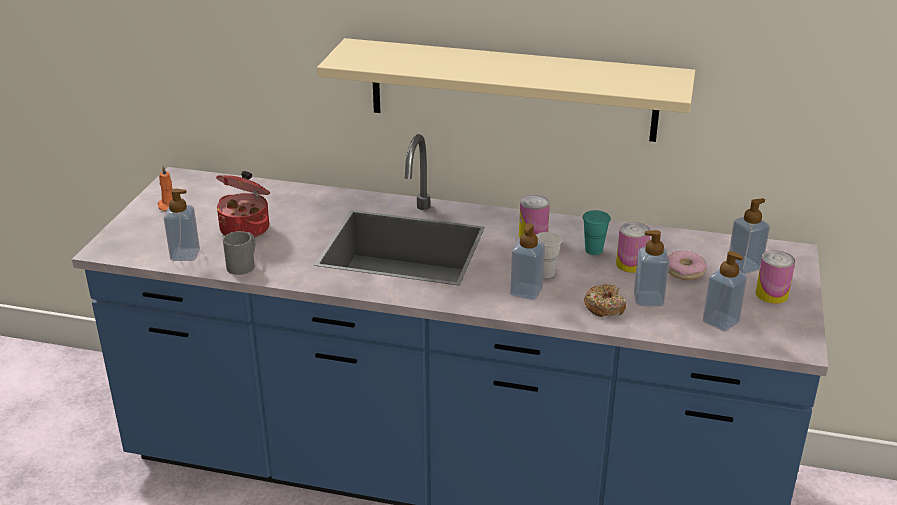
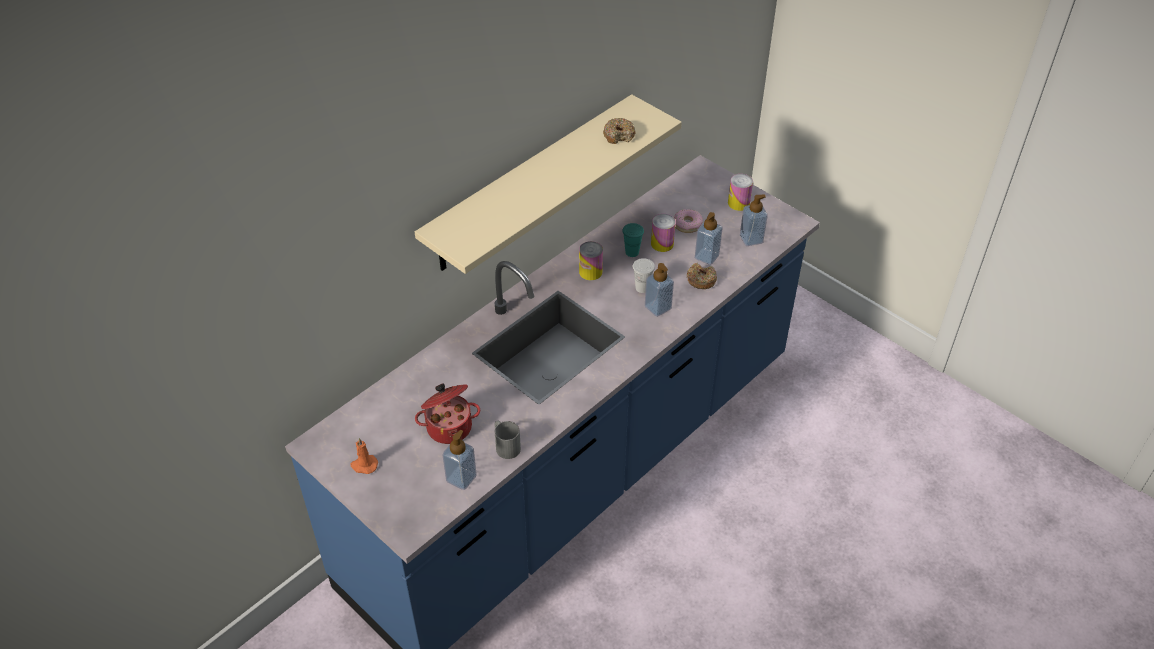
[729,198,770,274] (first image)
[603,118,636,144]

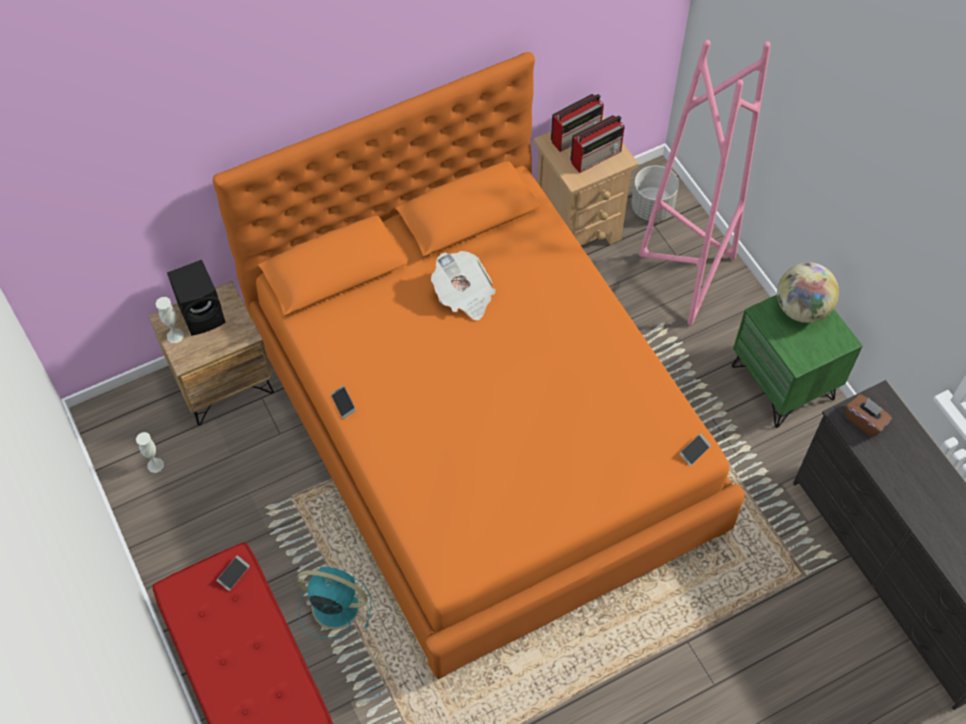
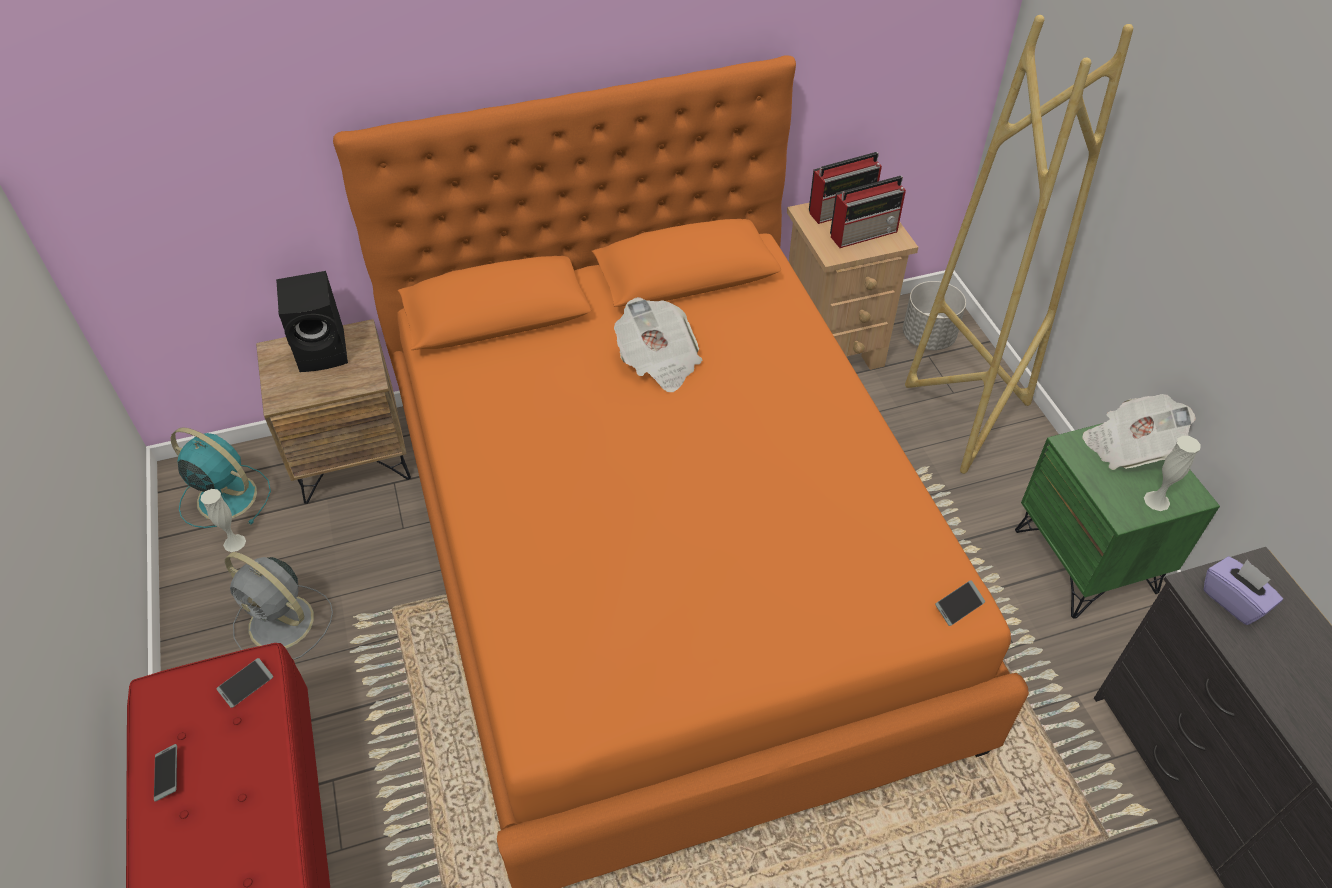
[225,552,333,660]
[1144,436,1201,511]
[171,428,271,528]
[154,744,177,801]
[1082,394,1196,470]
[905,15,1133,474]
[1203,556,1283,625]

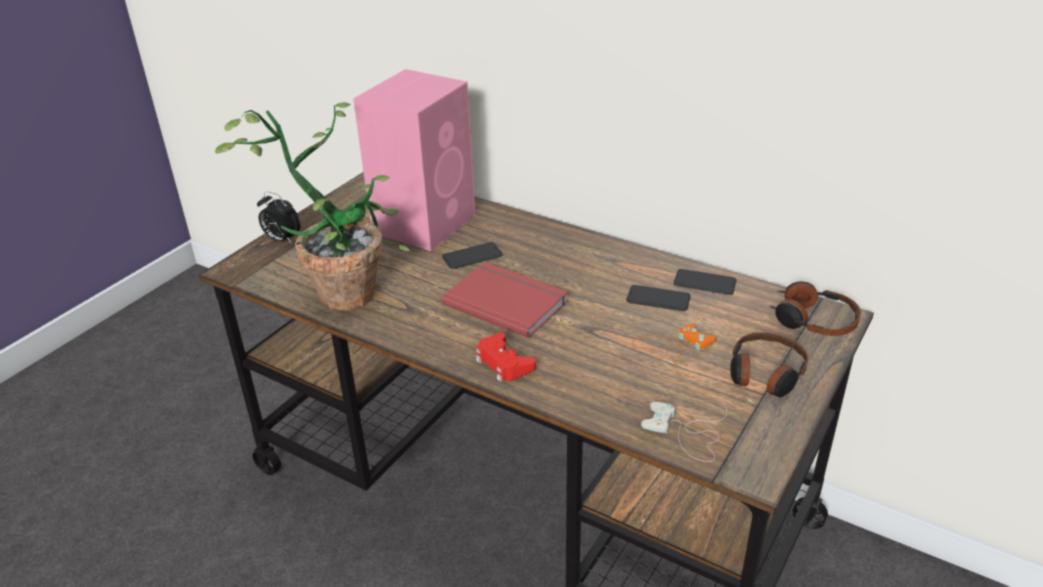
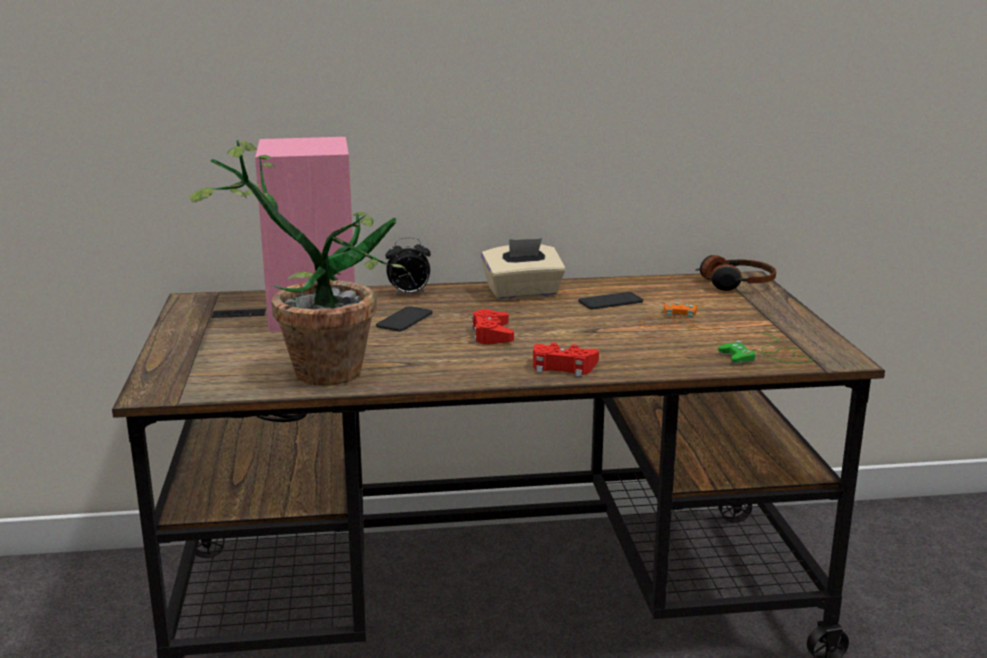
[674,269,737,295] (first image)
[730,332,808,398] (first image)
[481,238,566,300]
[385,237,431,295]
[471,309,514,345]
[718,333,812,364]

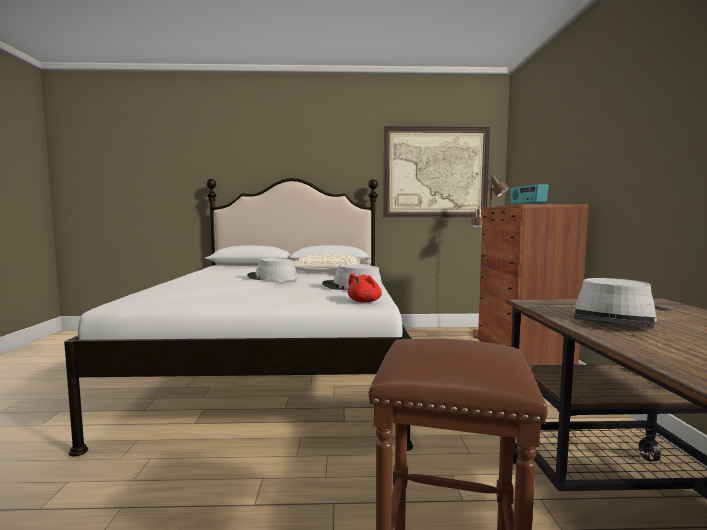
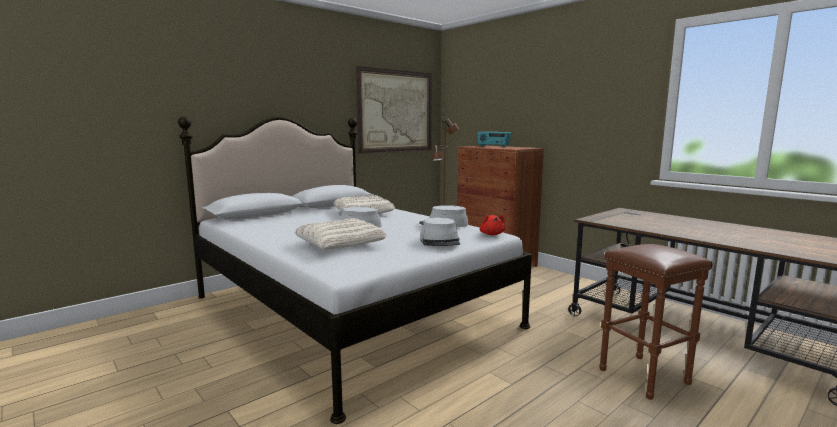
[295,218,387,250]
[420,217,460,246]

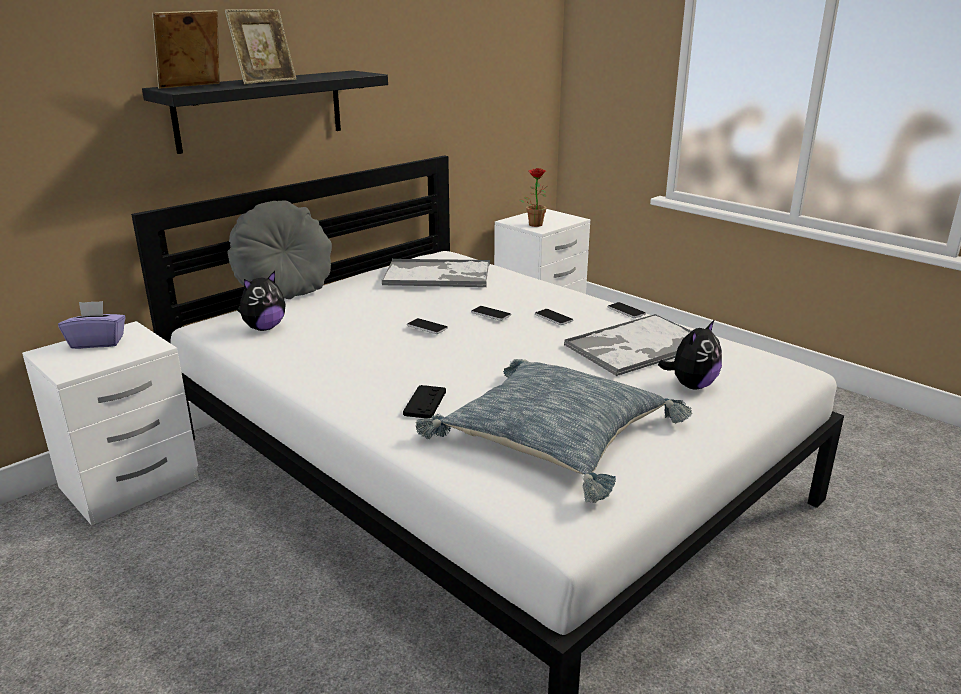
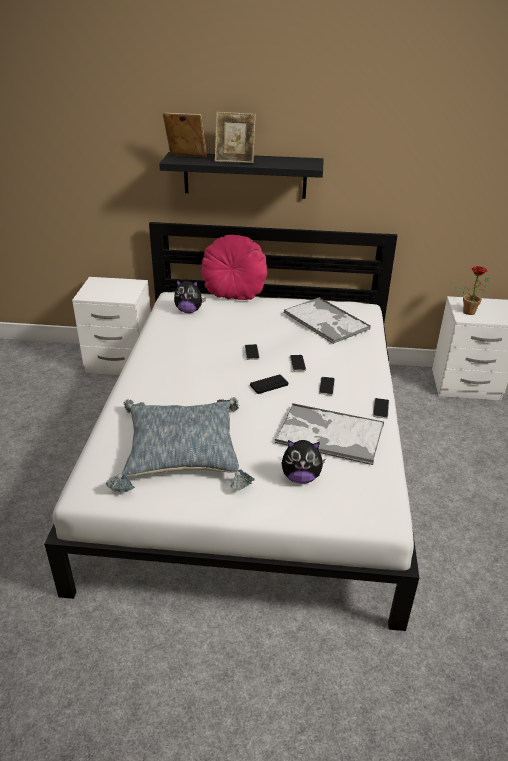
[58,301,126,349] (first image)
[250,374,288,394]
[202,235,267,300]

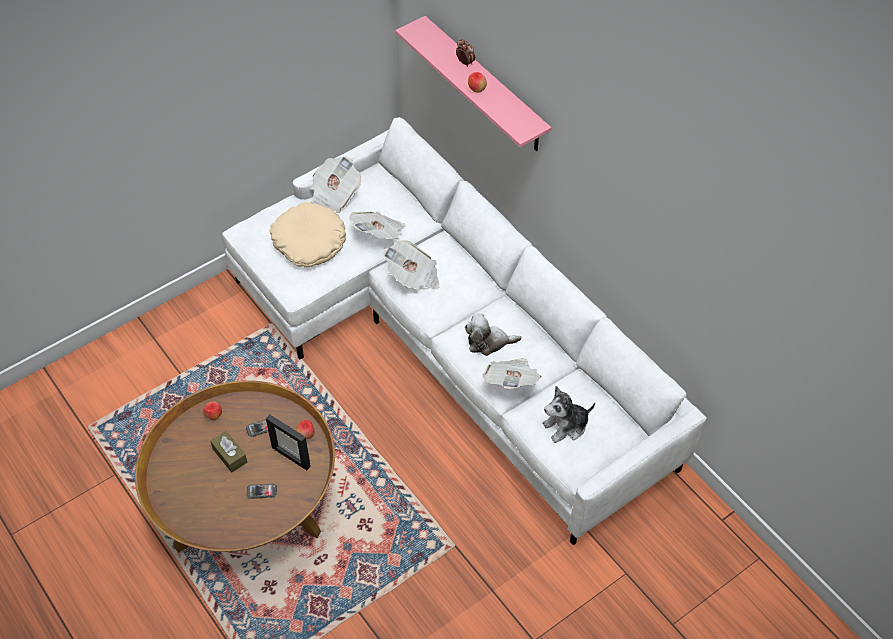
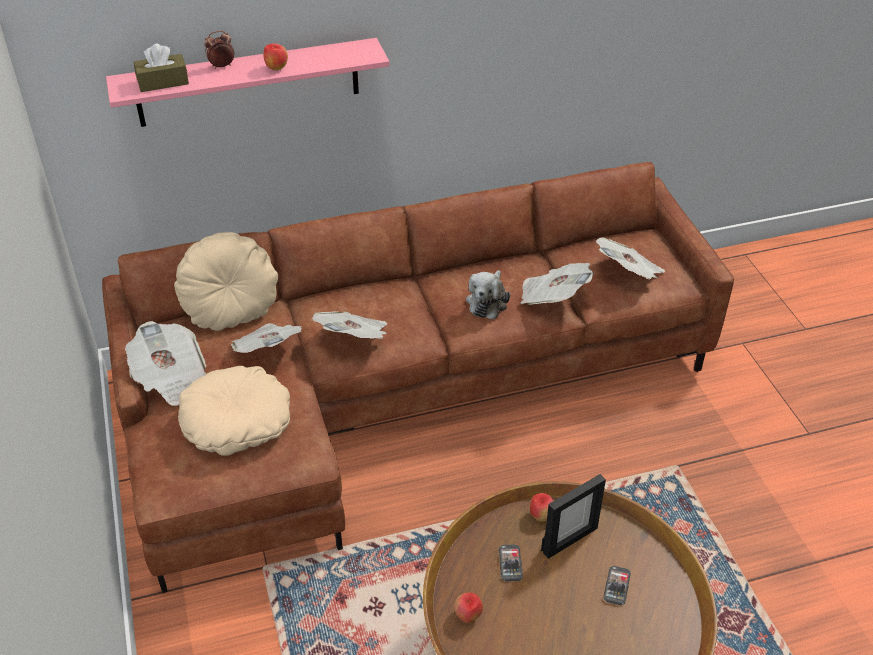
[174,232,278,331]
[134,43,189,92]
[596,238,665,279]
[102,162,734,593]

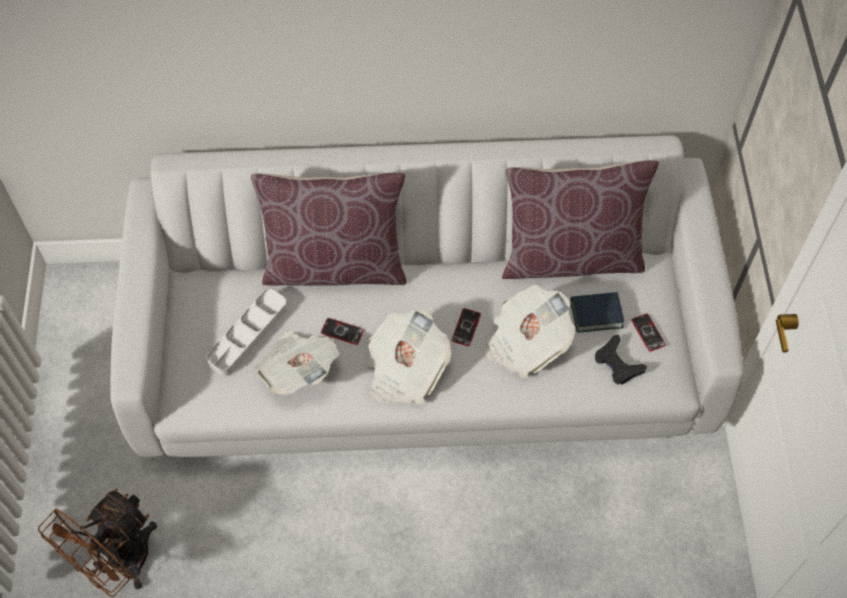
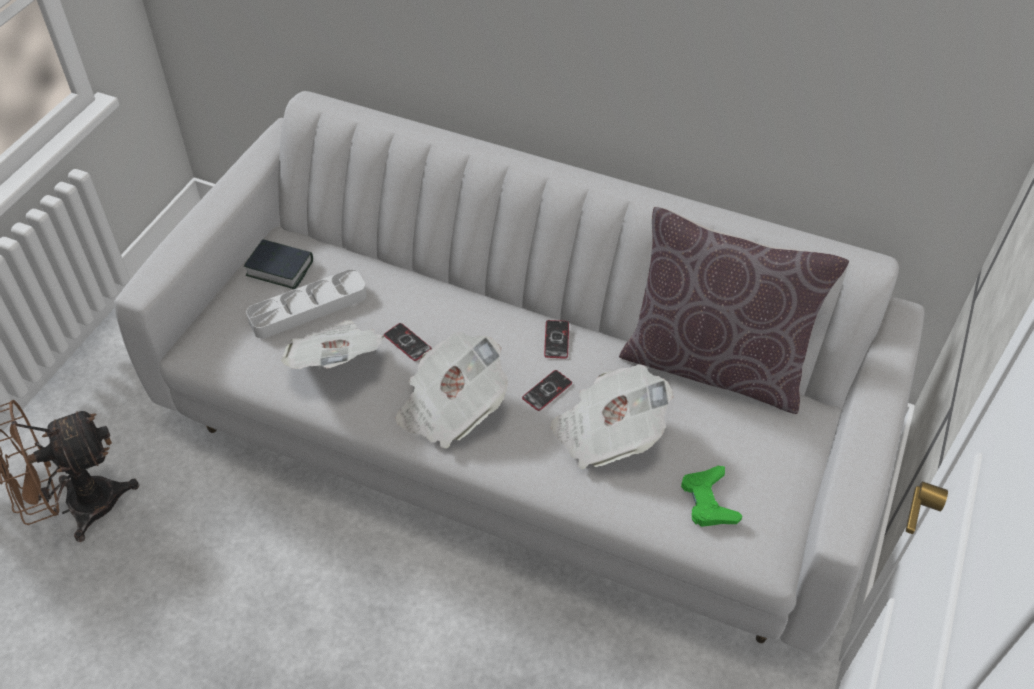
[251,172,407,286] (first image)
[244,239,313,289]
[544,320,569,359]
[681,466,742,527]

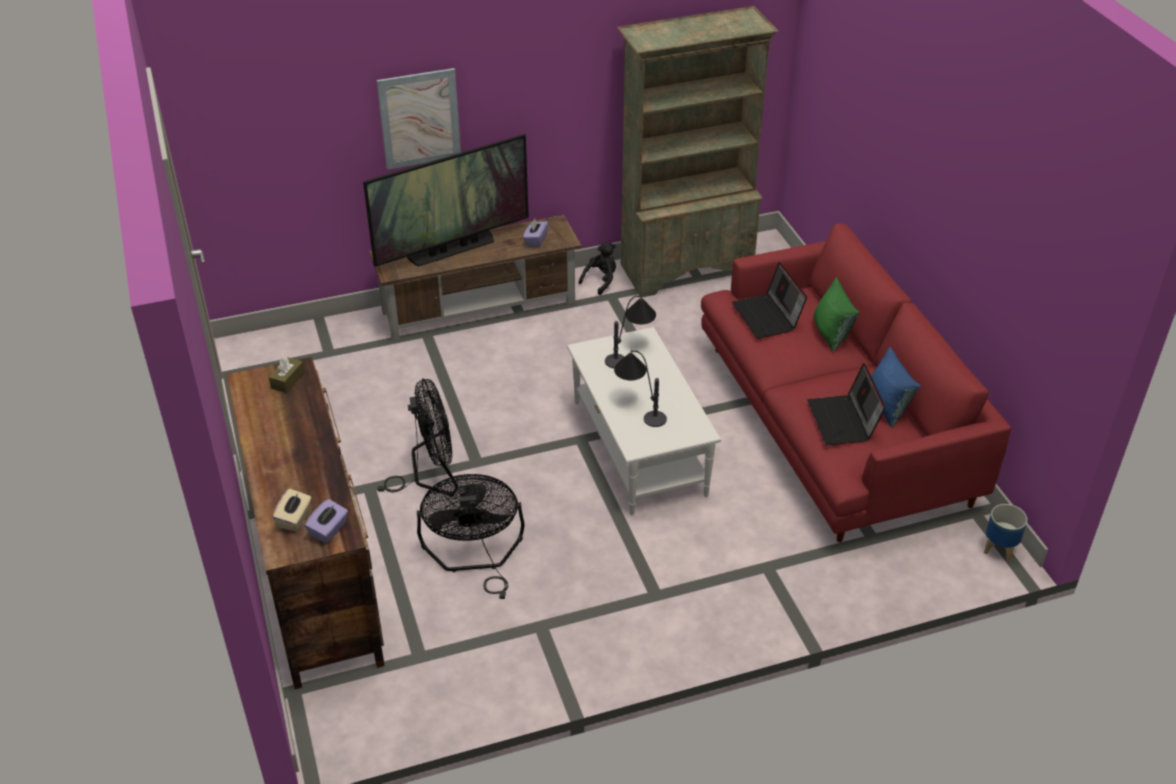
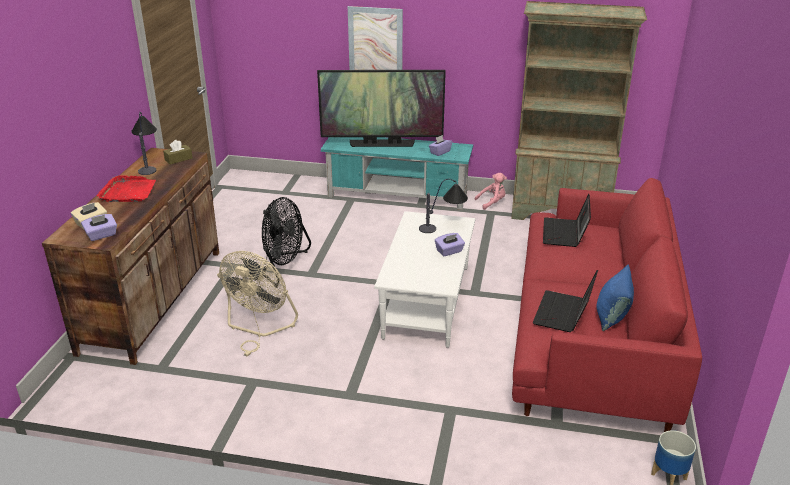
[813,277,859,352] (first image)
[96,176,156,202]
[435,233,465,256]
[131,112,157,175]
[321,137,473,210]
[217,251,298,356]
[475,173,507,210]

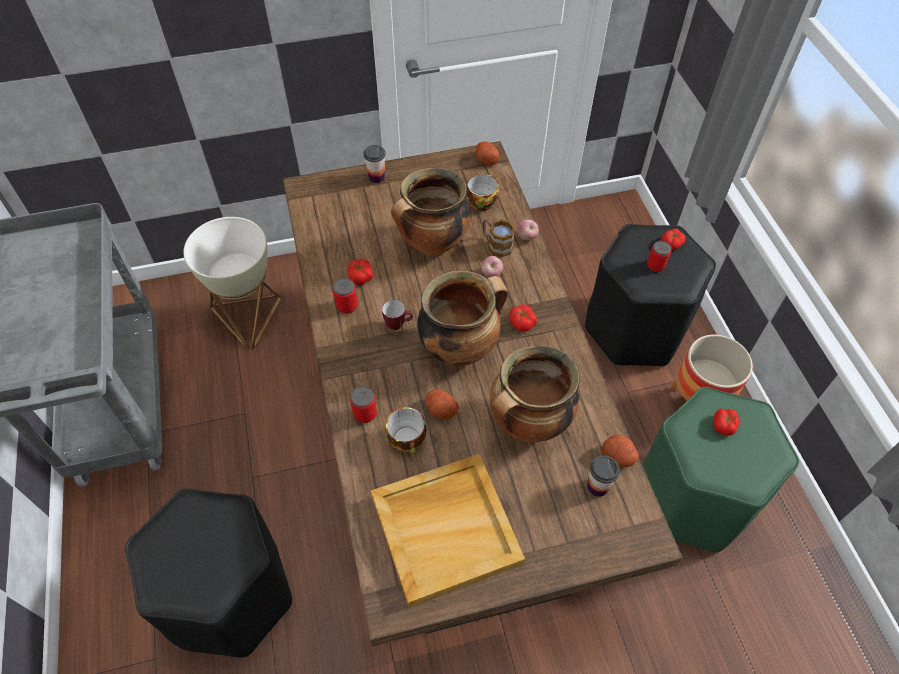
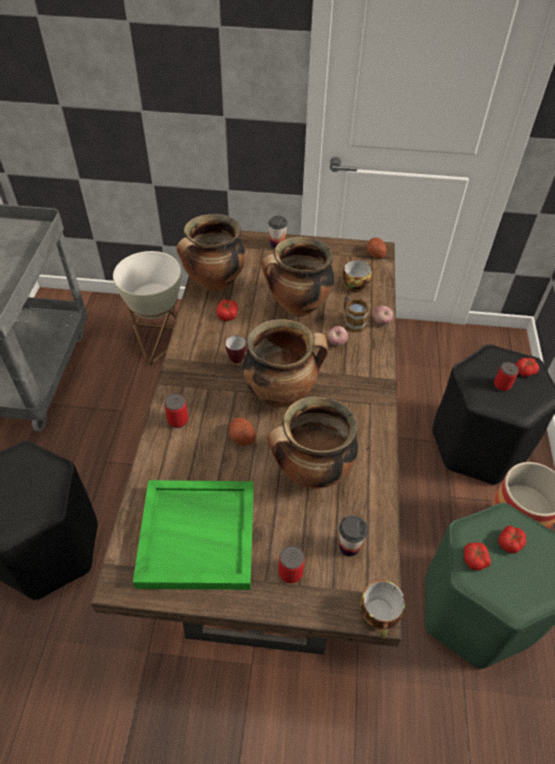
[602,435,639,467] (first image)
[177,214,245,291]
[278,545,305,583]
[360,580,405,638]
[464,542,491,570]
[133,480,254,590]

